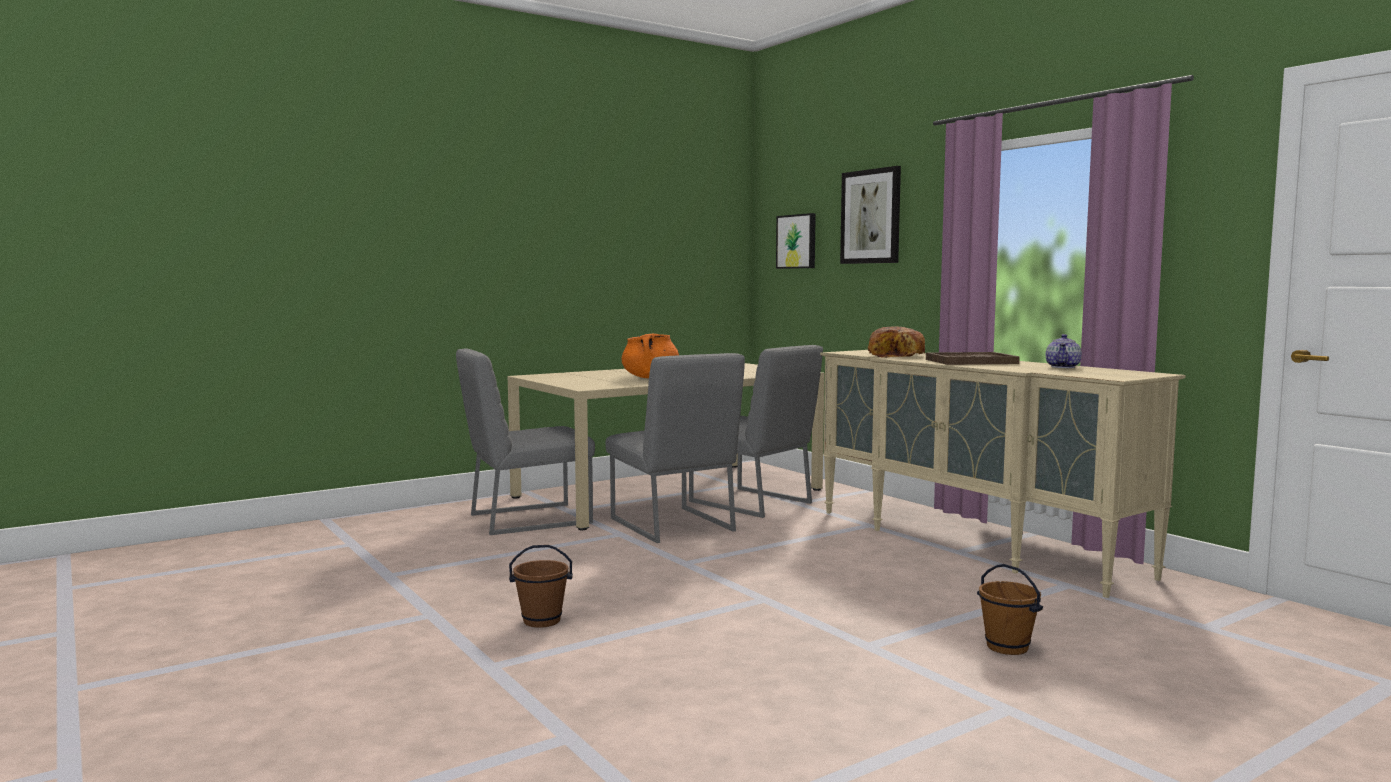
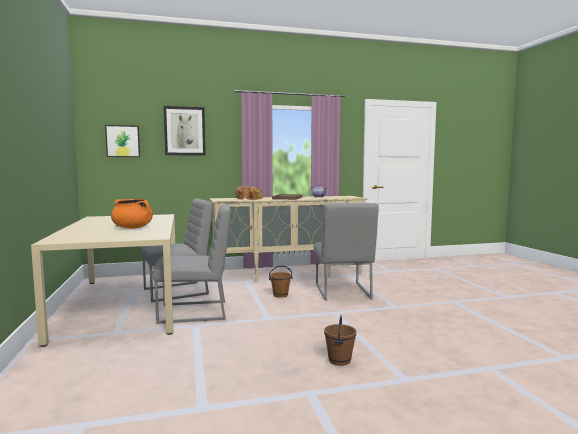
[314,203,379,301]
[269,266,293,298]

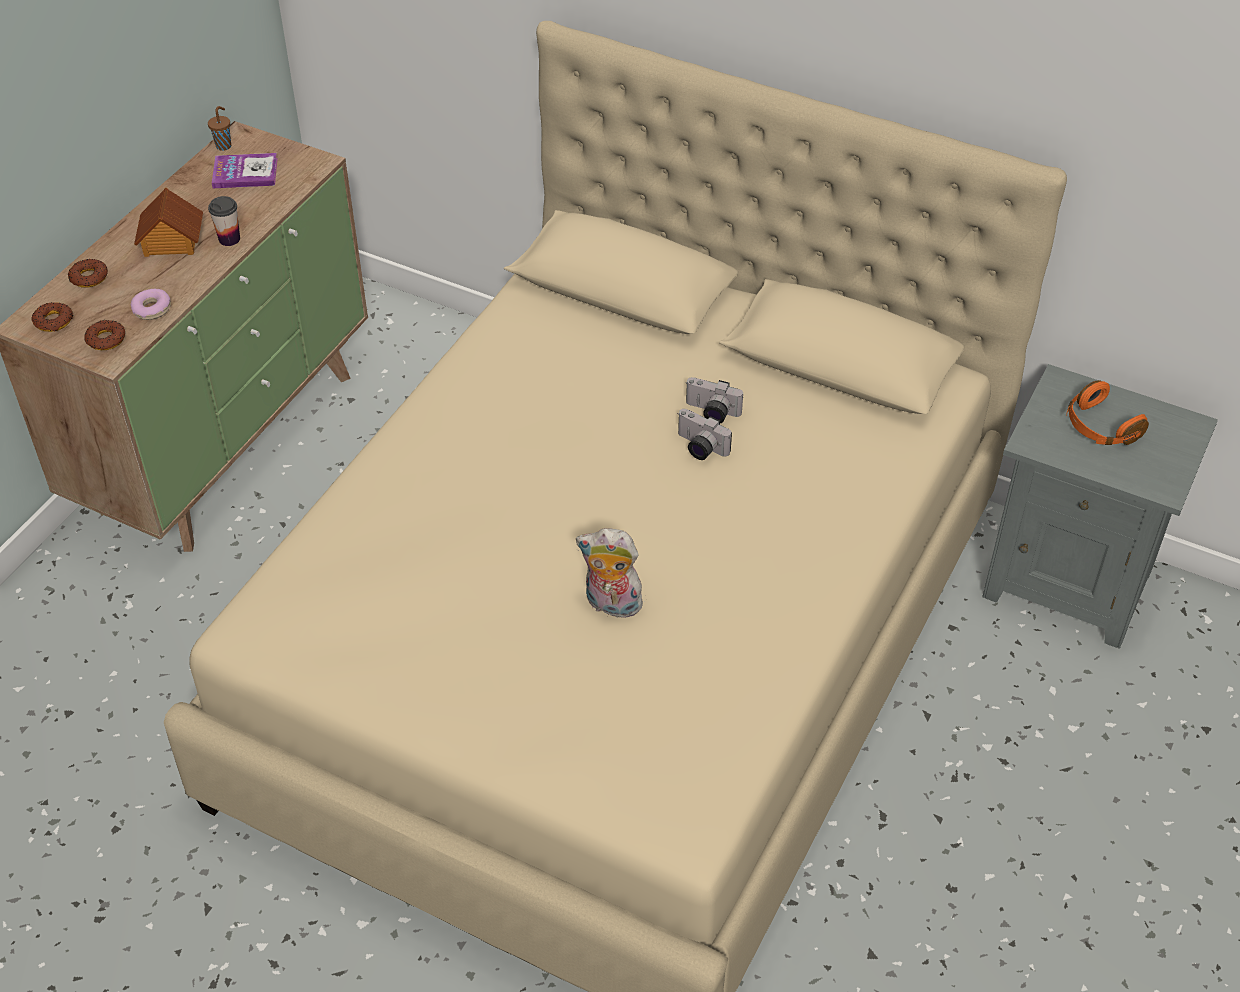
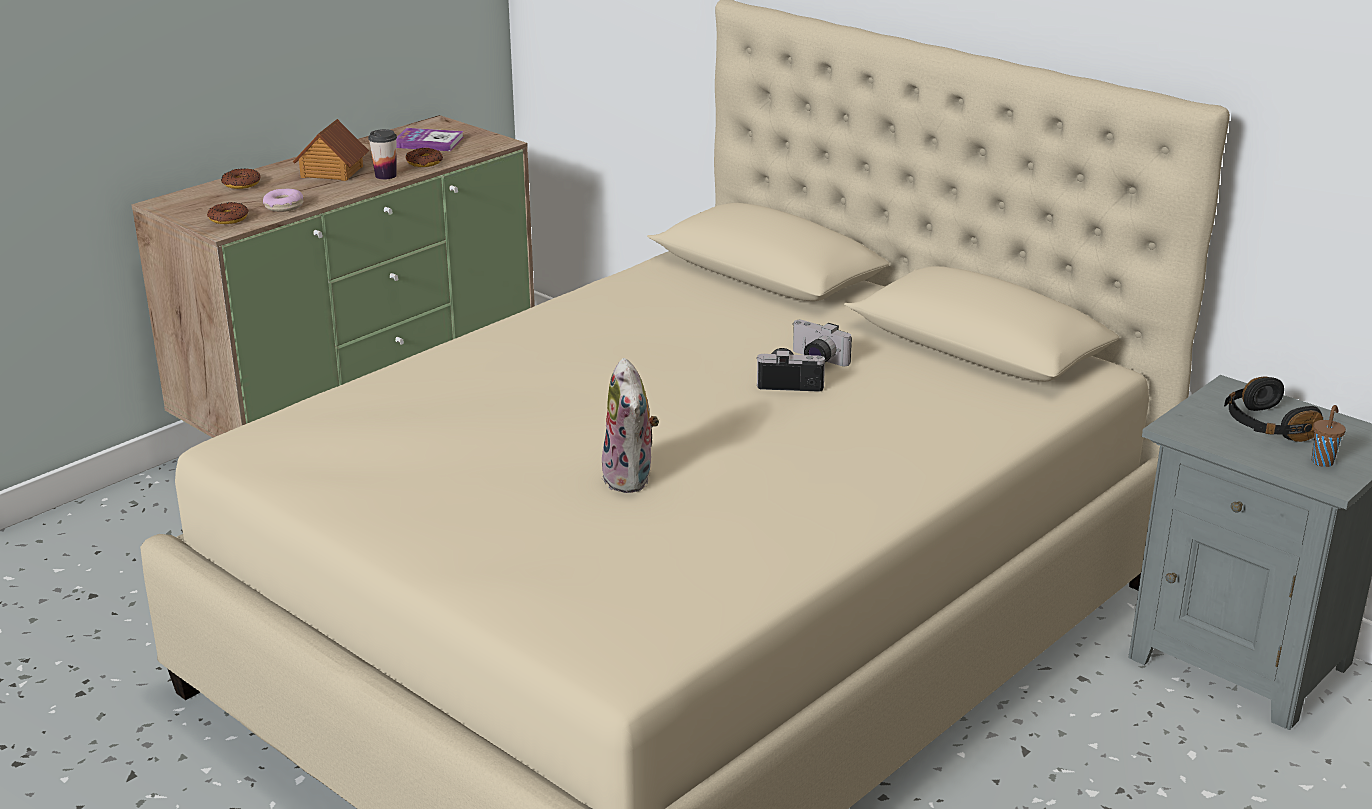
[405,148,443,167]
[1312,405,1346,467]
[1224,376,1323,442]
[602,358,659,493]
[756,348,826,392]

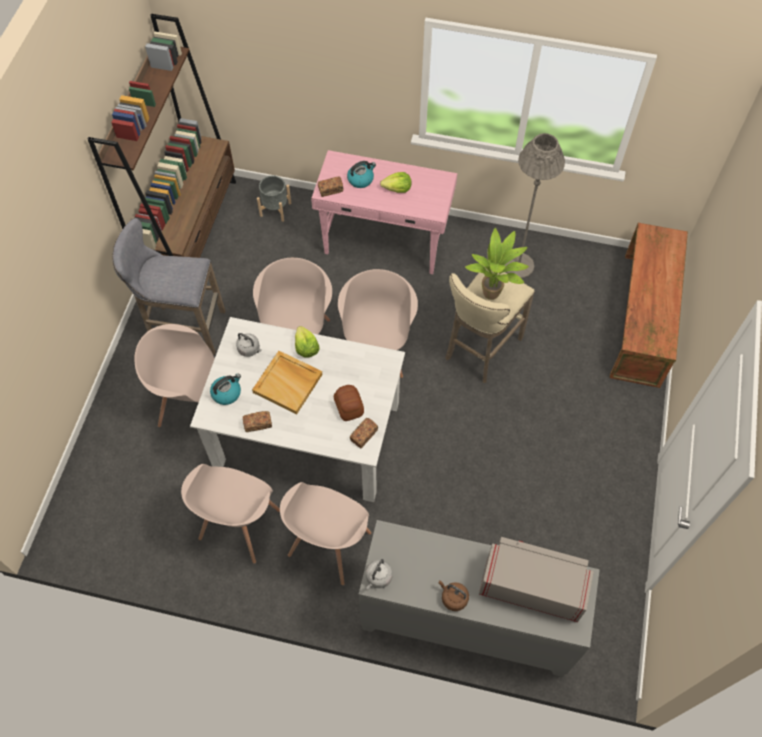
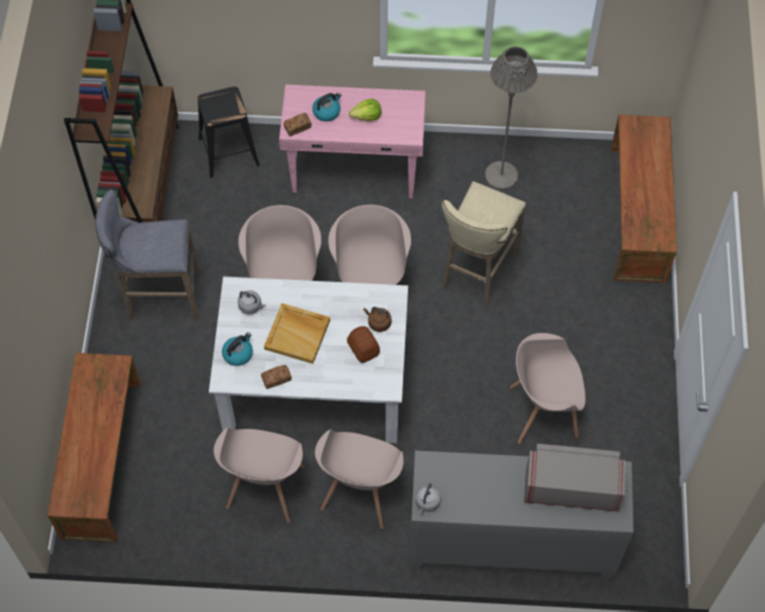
[295,326,320,357] (first image)
[350,418,378,448] (first image)
[465,228,529,300] (first image)
[47,353,141,542]
[510,333,586,444]
[363,307,391,332]
[197,87,260,178]

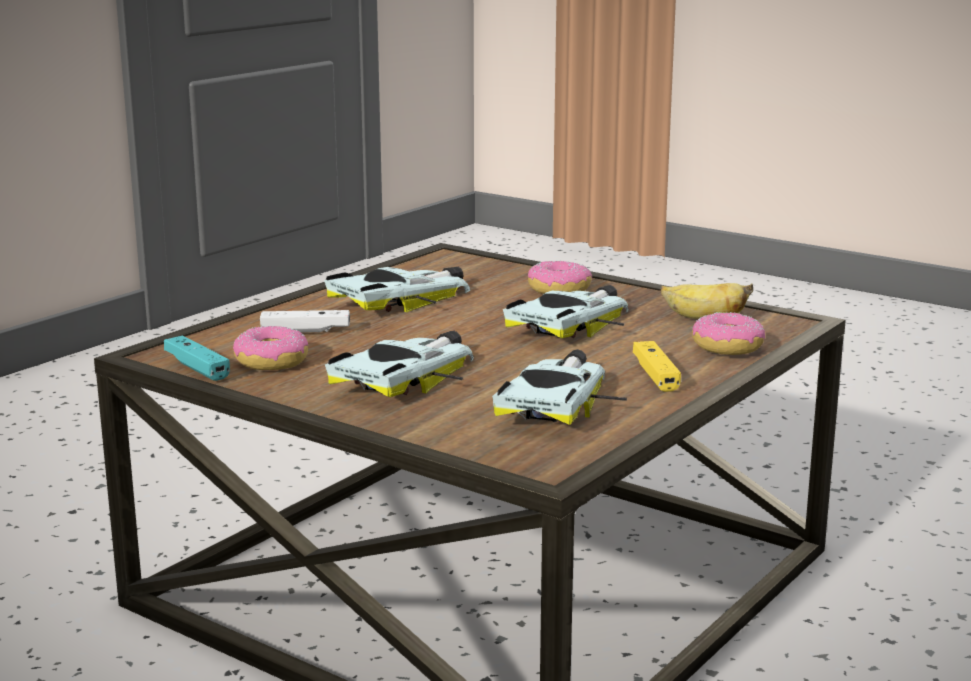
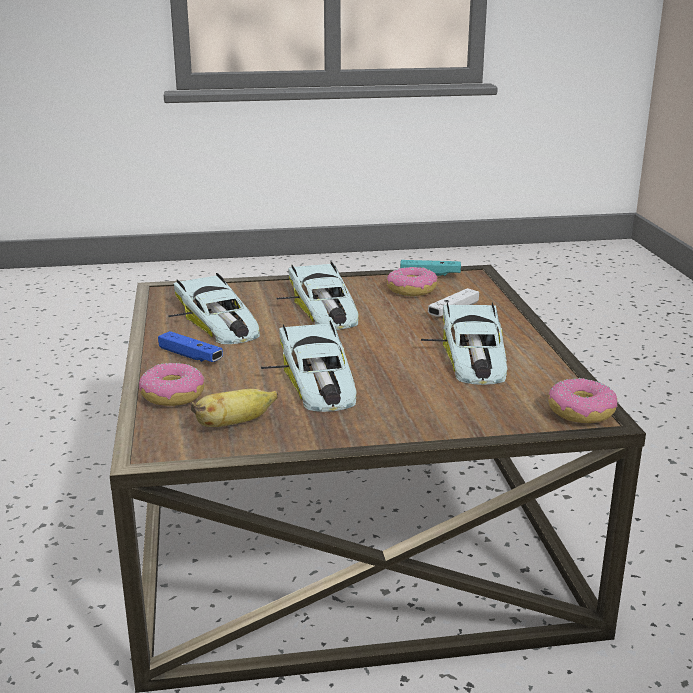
[548,378,617,423]
[158,331,223,362]

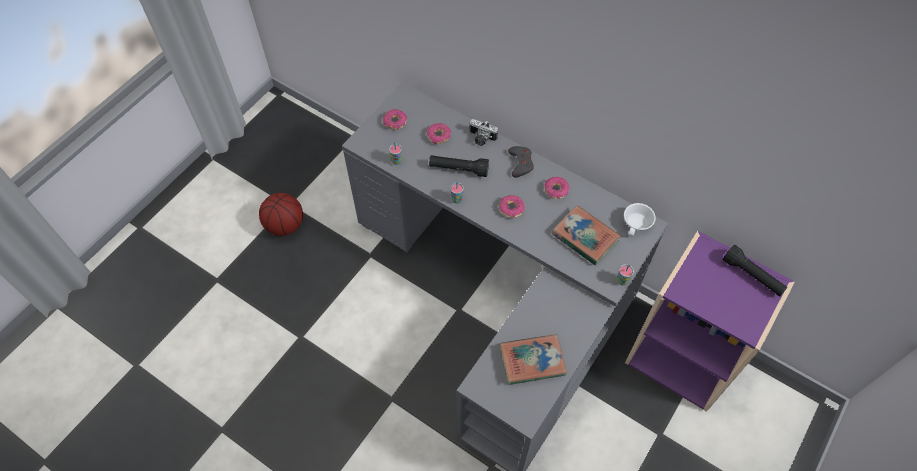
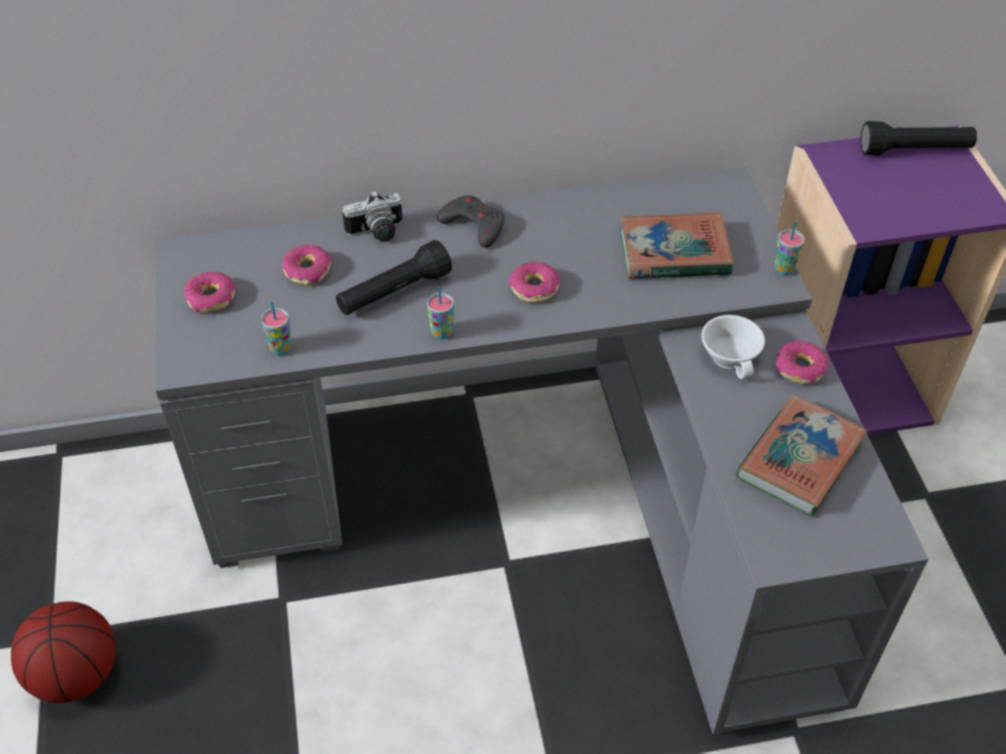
[776,340,829,384]
[702,315,765,379]

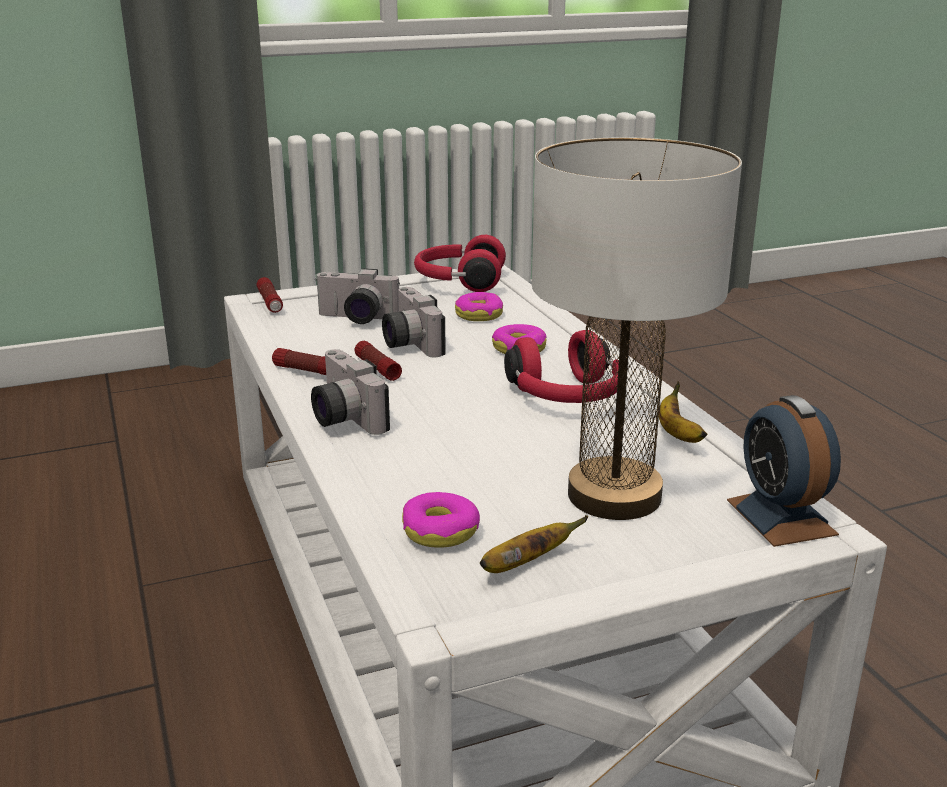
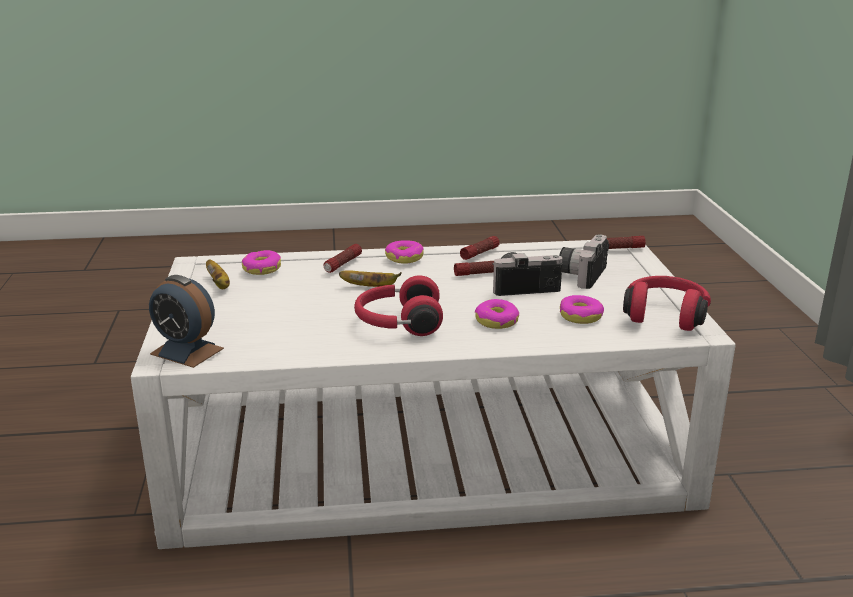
[532,137,742,520] (first image)
[324,244,362,273]
[339,270,402,287]
[385,240,424,264]
[149,275,224,368]

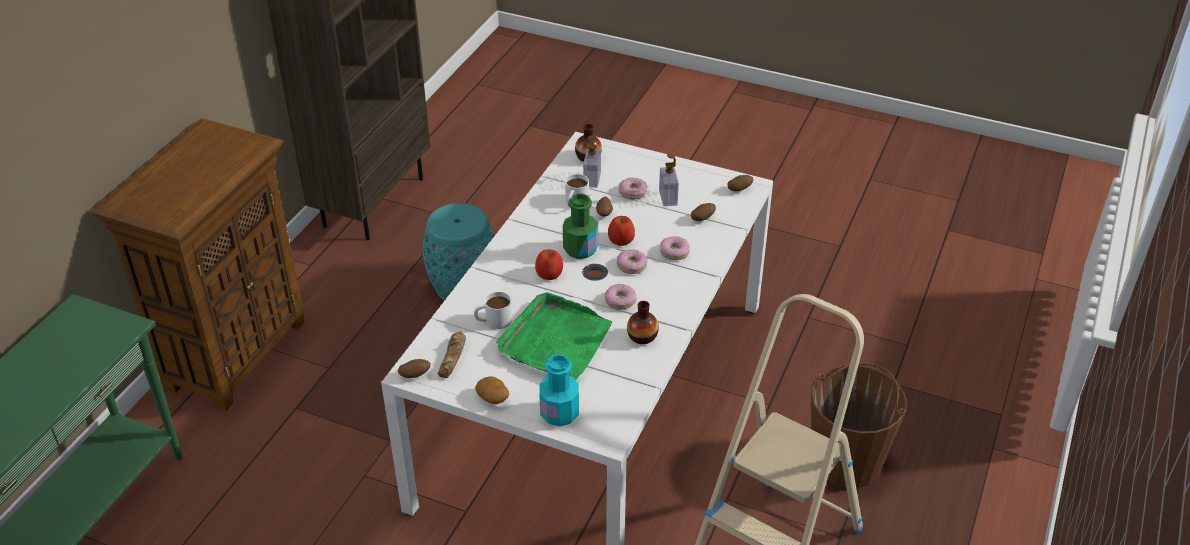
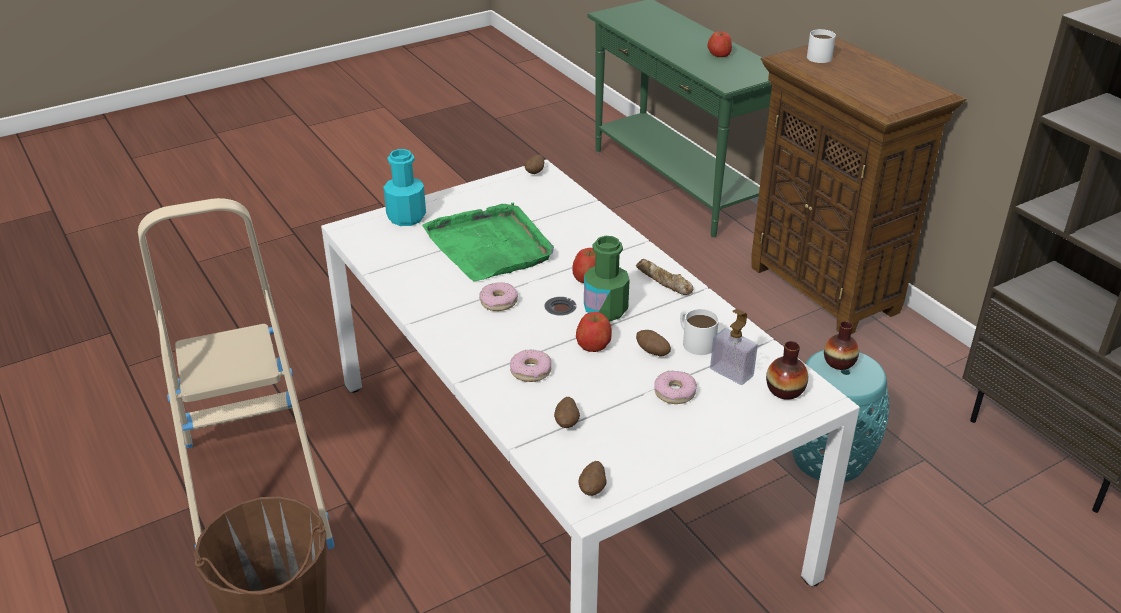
[475,376,509,404] (first image)
[617,250,648,274] (first image)
[659,153,679,206] (first image)
[708,31,732,57]
[636,259,693,295]
[807,29,836,63]
[824,321,859,370]

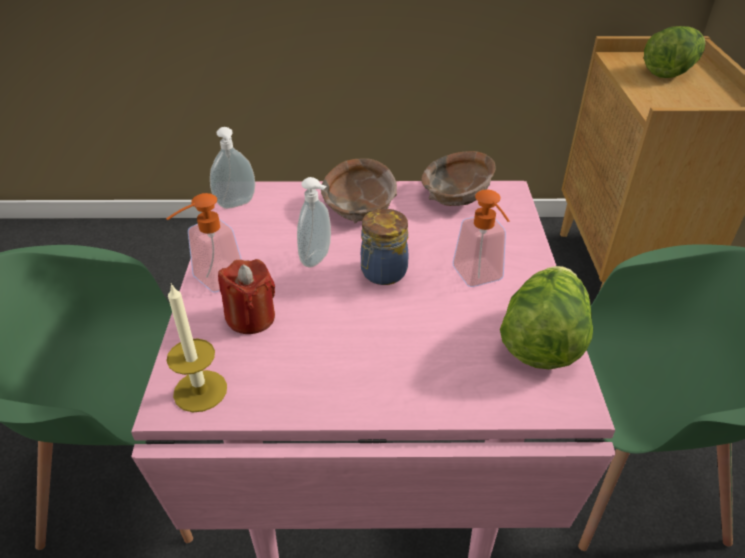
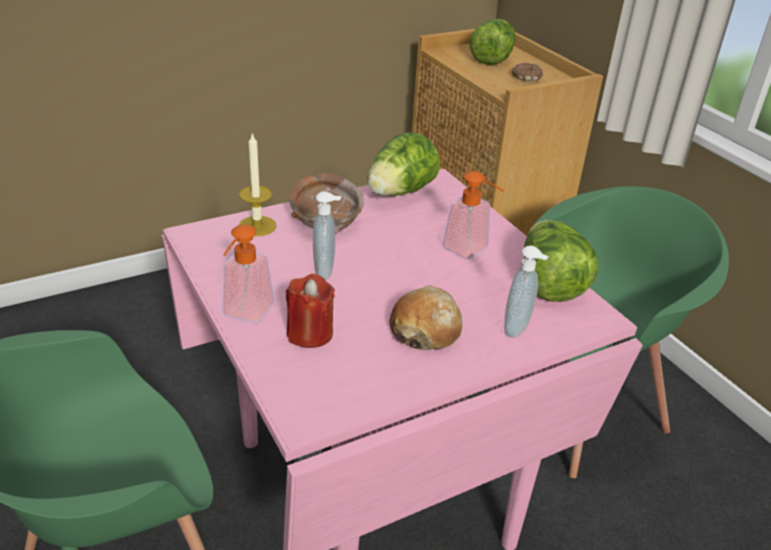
[361,209,408,285] (first image)
[390,285,462,350]
[512,62,543,81]
[238,132,277,236]
[504,246,549,338]
[368,132,440,196]

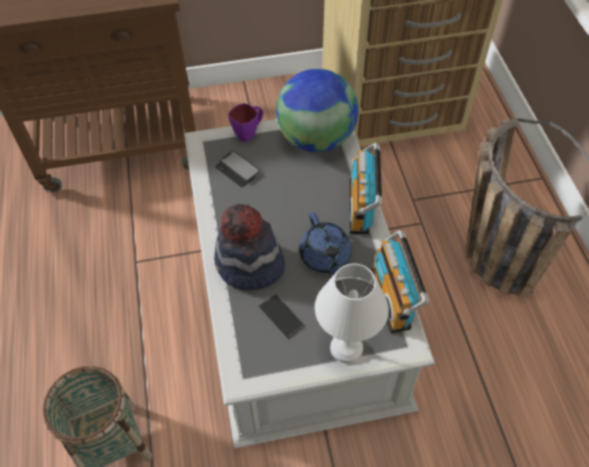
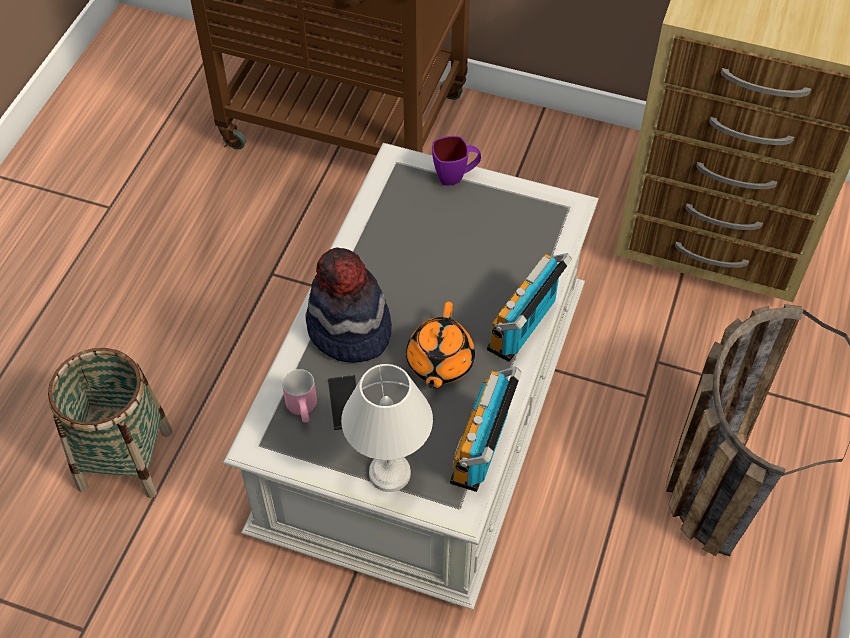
[215,151,260,187] (first image)
[276,69,358,152] (first image)
[282,369,317,422]
[406,302,475,388]

